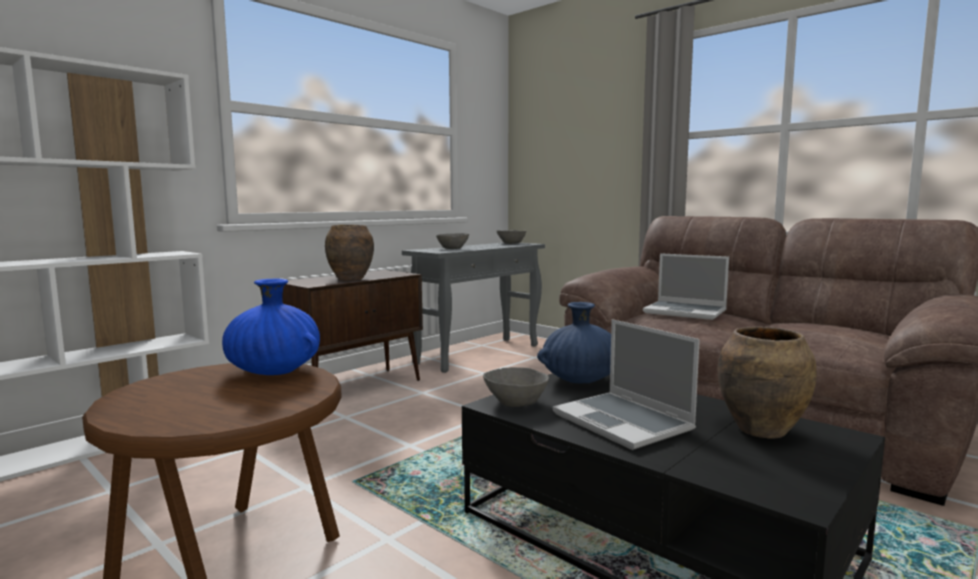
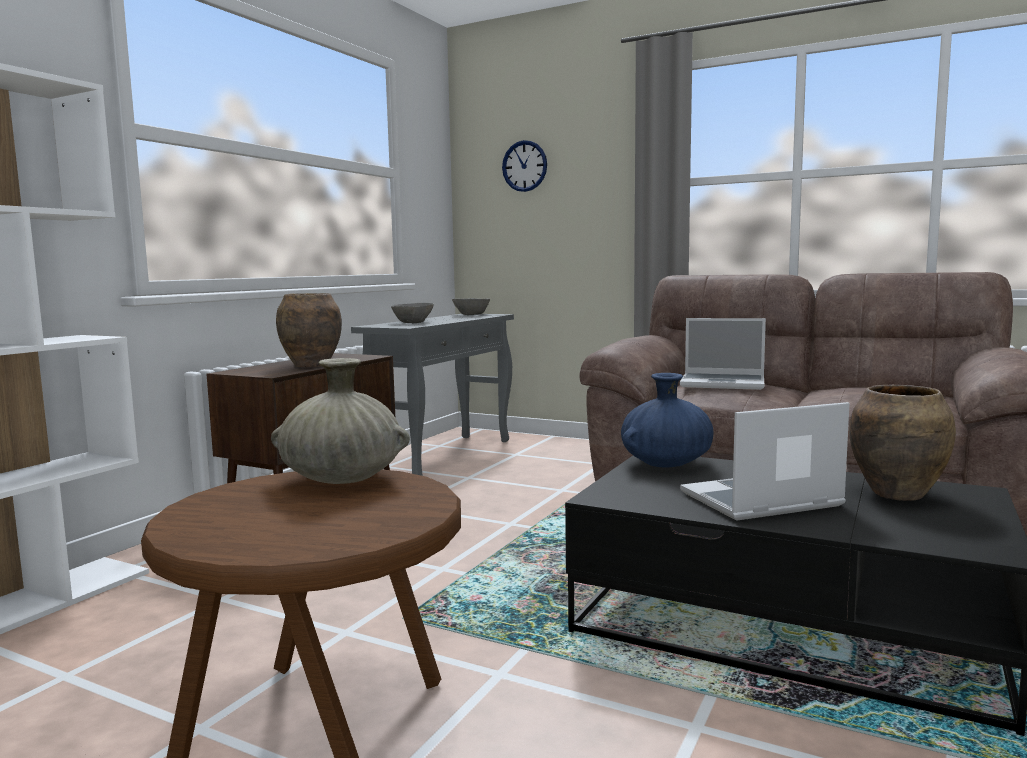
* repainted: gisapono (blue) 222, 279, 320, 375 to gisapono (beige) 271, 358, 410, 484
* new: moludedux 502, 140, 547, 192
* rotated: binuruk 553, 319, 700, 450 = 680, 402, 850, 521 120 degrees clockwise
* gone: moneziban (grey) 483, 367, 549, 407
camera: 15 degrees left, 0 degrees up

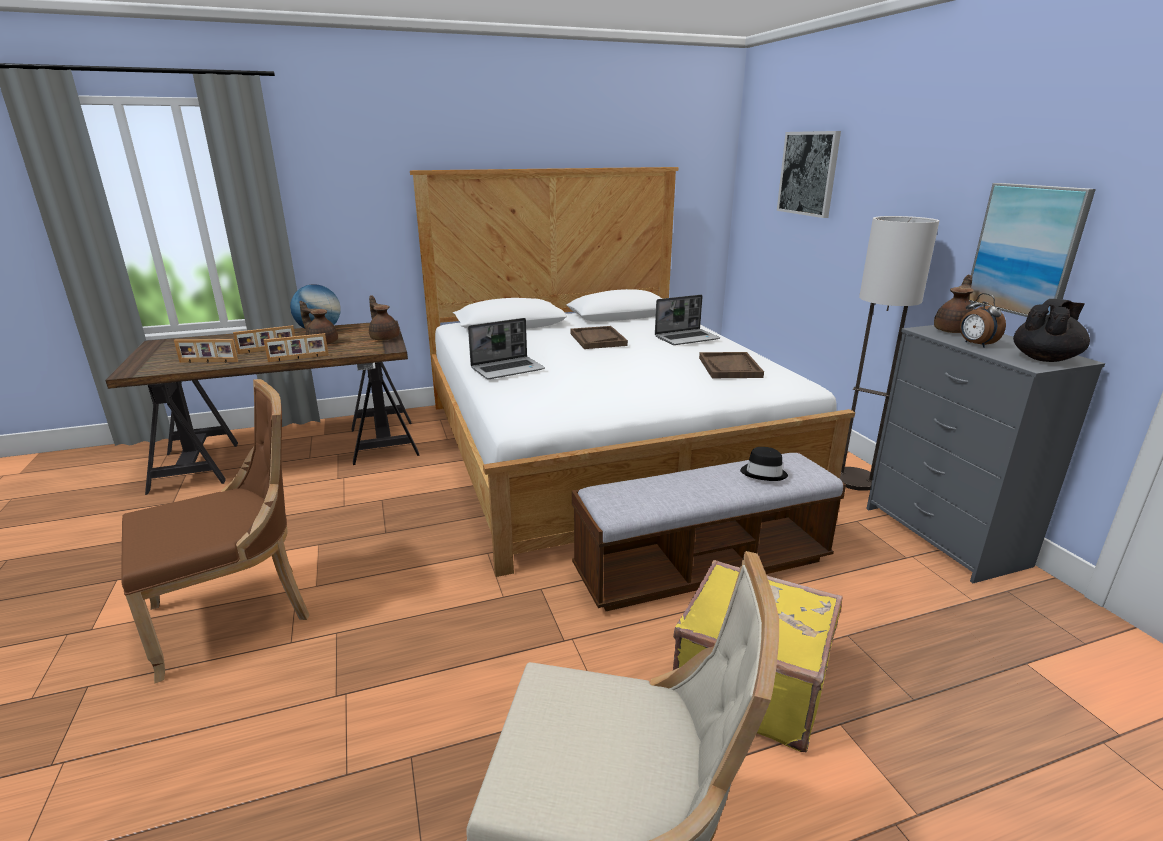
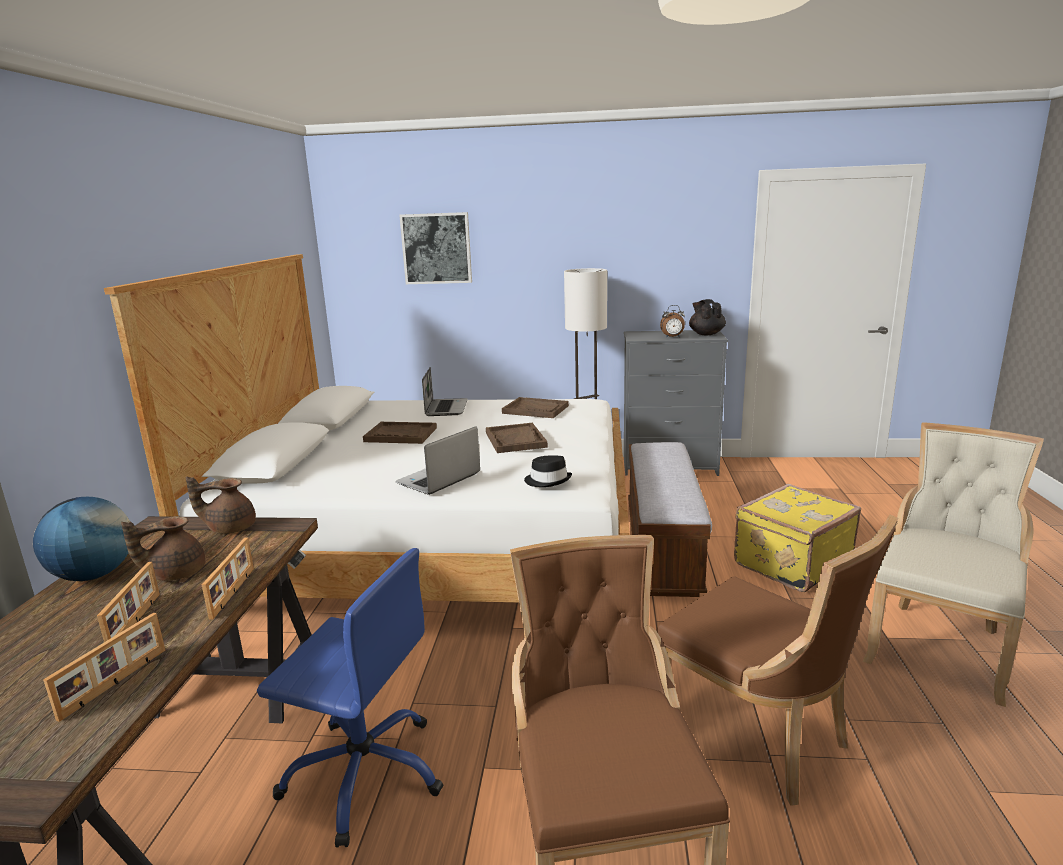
* new: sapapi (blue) 257, 548, 443, 847
* rotated: binuruk 468, 318, 545, 379 = 396, 426, 480, 495 135 degrees counterclockwise
* new: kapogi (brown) 486, 423, 548, 453
* shifted: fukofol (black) 740, 447, 788, 481 to 524, 456, 572, 487
* new: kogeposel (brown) 656, 514, 898, 806
* gone: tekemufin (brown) 934, 274, 974, 333
* gone: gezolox 969, 183, 1096, 317
camera: 65 degrees left, 5 degrees down

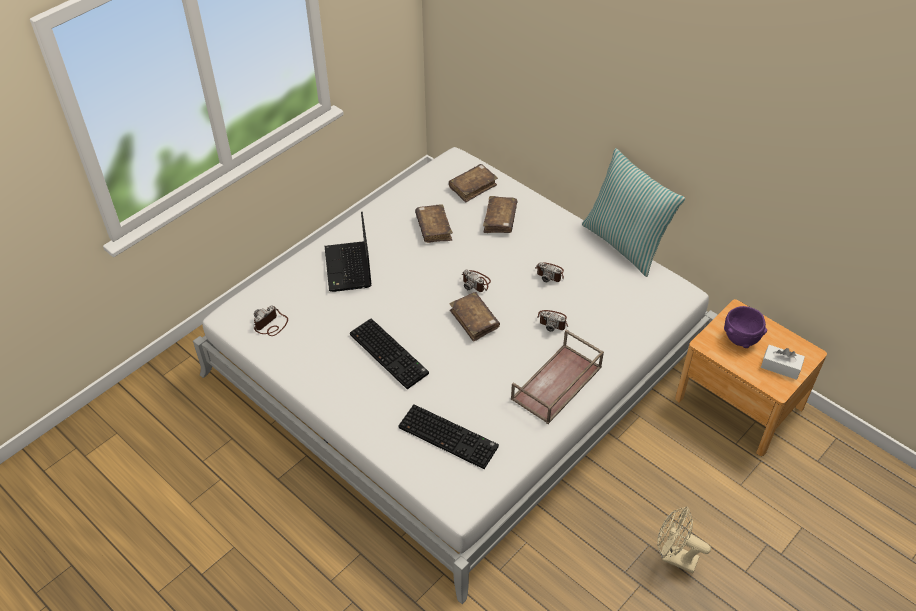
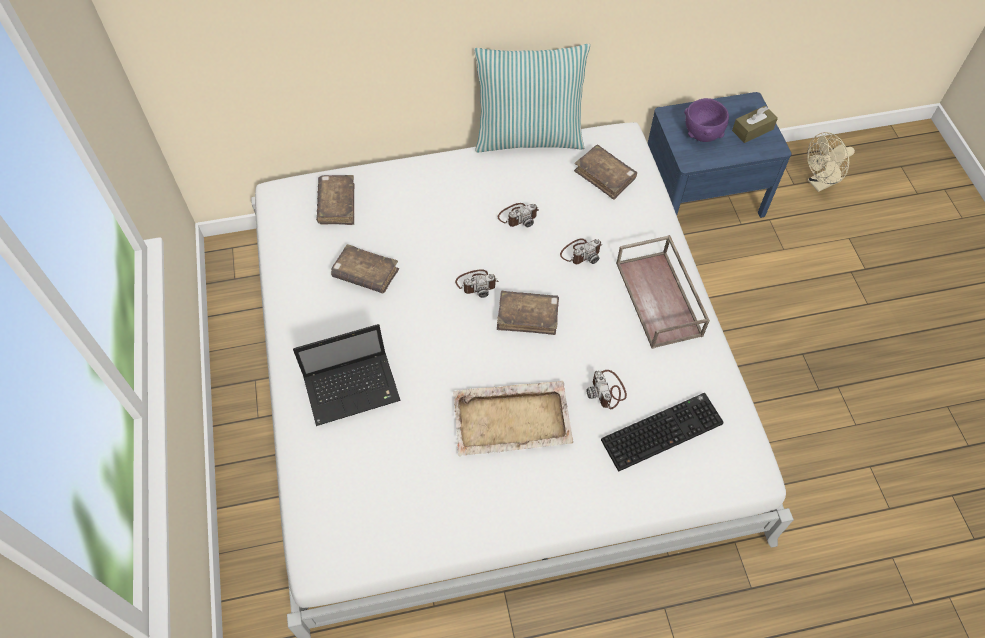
* rotated: binuruk 324, 212, 371, 292 = 293, 324, 401, 426 45 degrees counterclockwise
* swapped: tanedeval 350, 318, 429, 389 to kapogi (beige) 453, 381, 574, 457
* shifted: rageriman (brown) 483, 196, 518, 233 to 574, 145, 637, 200
* shifted: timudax 254, 305, 288, 336 to 586, 370, 627, 410
* repainted: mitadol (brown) 675, 299, 827, 456 to mitadol (blue) 648, 92, 791, 218
* repainted: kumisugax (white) 761, 345, 805, 380 to kumisugax (brown) 732, 106, 778, 143
* shifted: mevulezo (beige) 657, 506, 711, 573 to 807, 132, 855, 192
camera: 55 degrees left, 10 degrees up

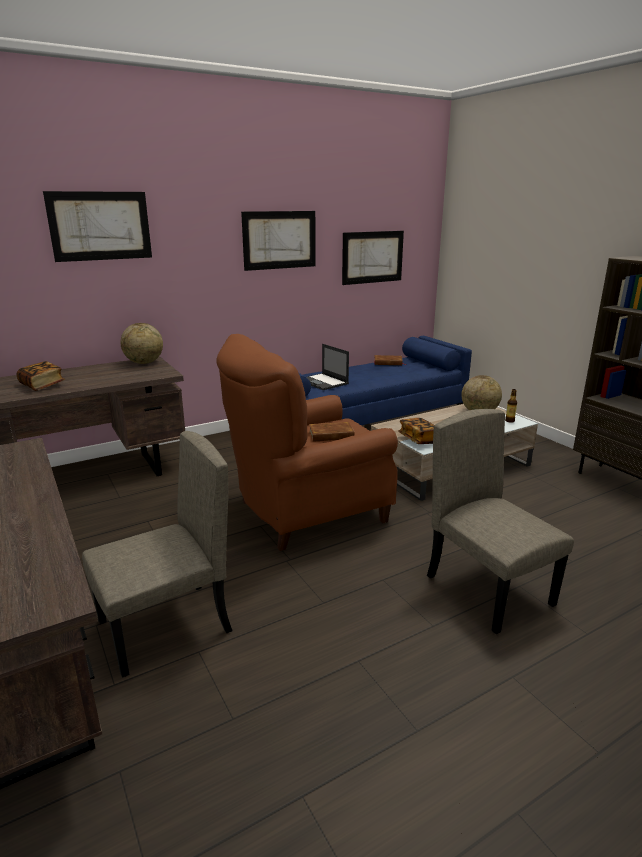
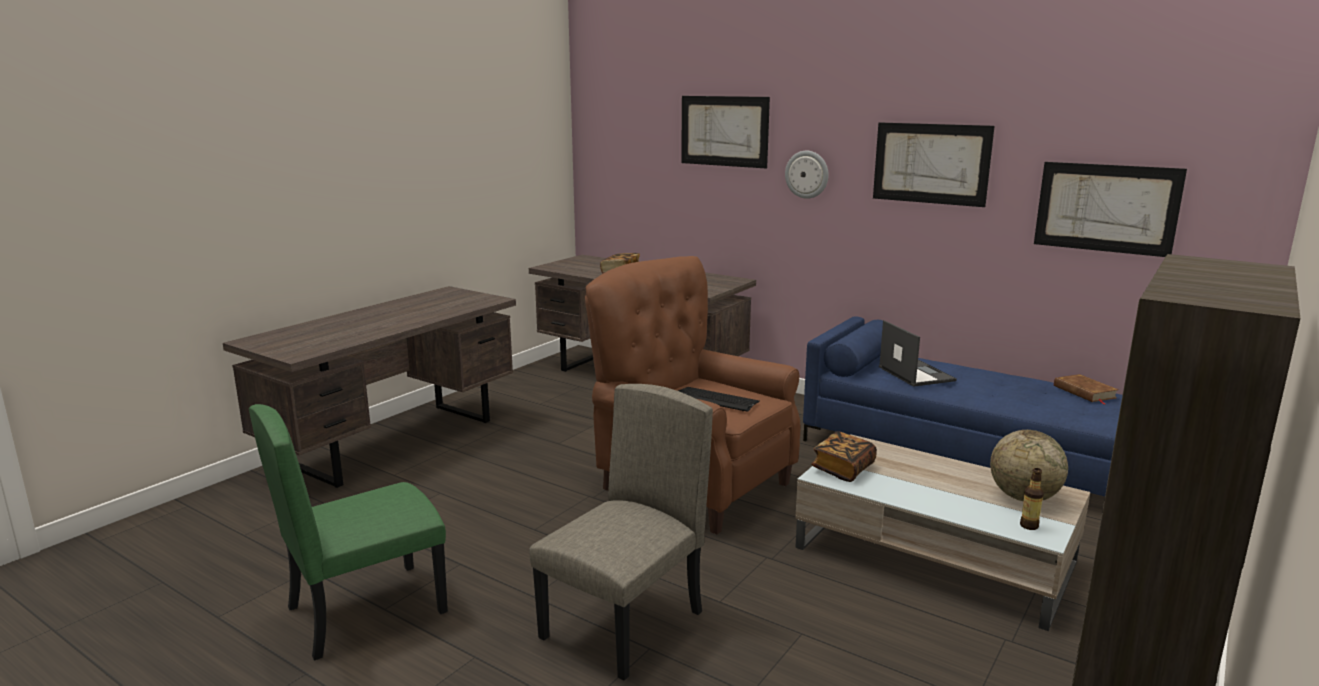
* new: kogeposel (green) 249, 404, 448, 660
* swapped: rageriman (brown) 309, 422, 355, 442 to tanedeval 678, 387, 760, 412
* new: moludedux 785, 151, 829, 199
* rotated: binuruk 306, 344, 349, 390 = 879, 320, 957, 387 135 degrees clockwise
* gone: kogeposel (beige) 82, 431, 233, 678
* gone: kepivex 120, 323, 163, 364
camera: 65 degrees right, 5 degrees down

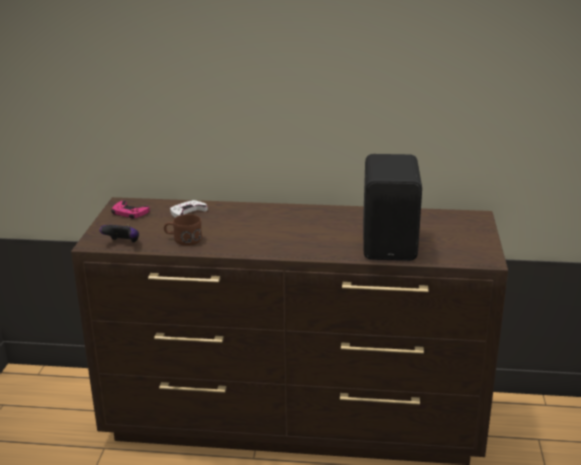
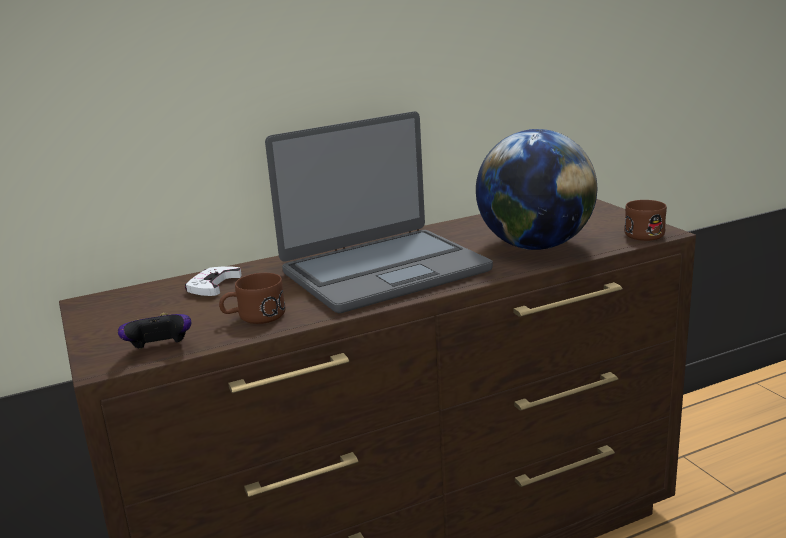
* new: binuruk 265, 111, 493, 313
* swapped: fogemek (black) 363, 154, 422, 261 to kepivex 476, 129, 597, 250
* new: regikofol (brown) 624, 200, 667, 241
* gone: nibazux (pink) 111, 200, 150, 219
camera: 30 degrees left, 5 degrees down

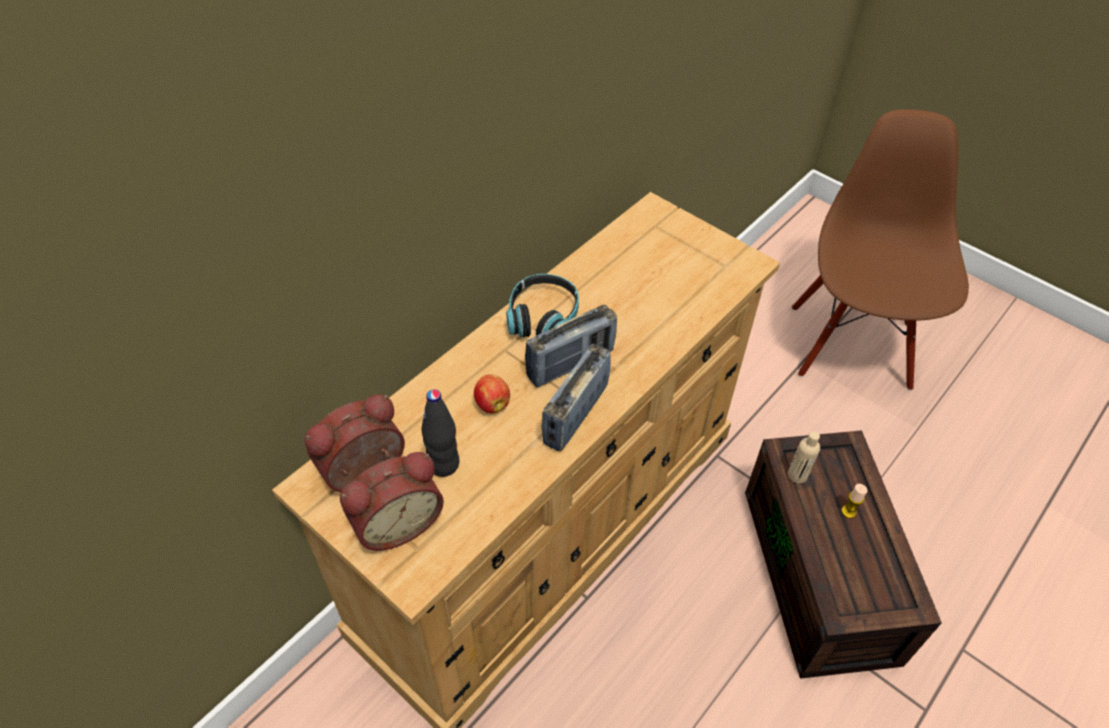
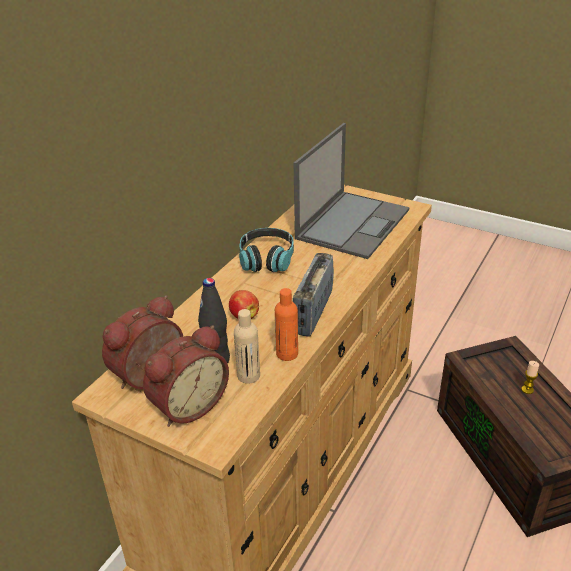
* shifted: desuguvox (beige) 788, 431, 820, 483 to 234, 309, 260, 384
* new: desuguvox (orange) 275, 288, 298, 361
* new: binuruk 294, 123, 409, 259
* gone: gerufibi 525, 305, 617, 388
* gone: kogeposel (brown) 792, 109, 969, 391
camera: 10 degrees left, 15 degrees down

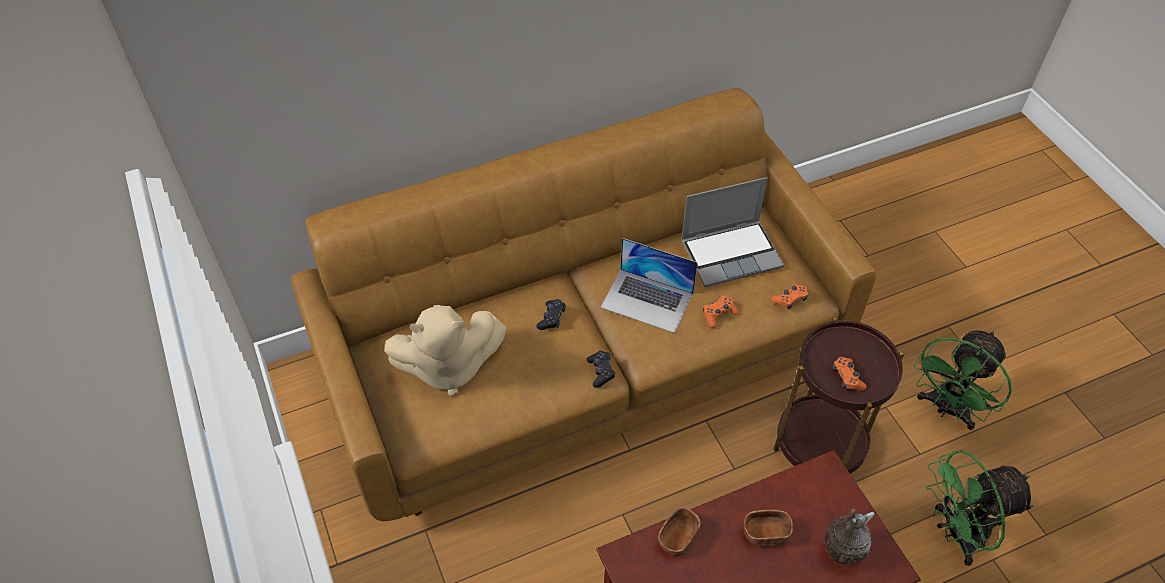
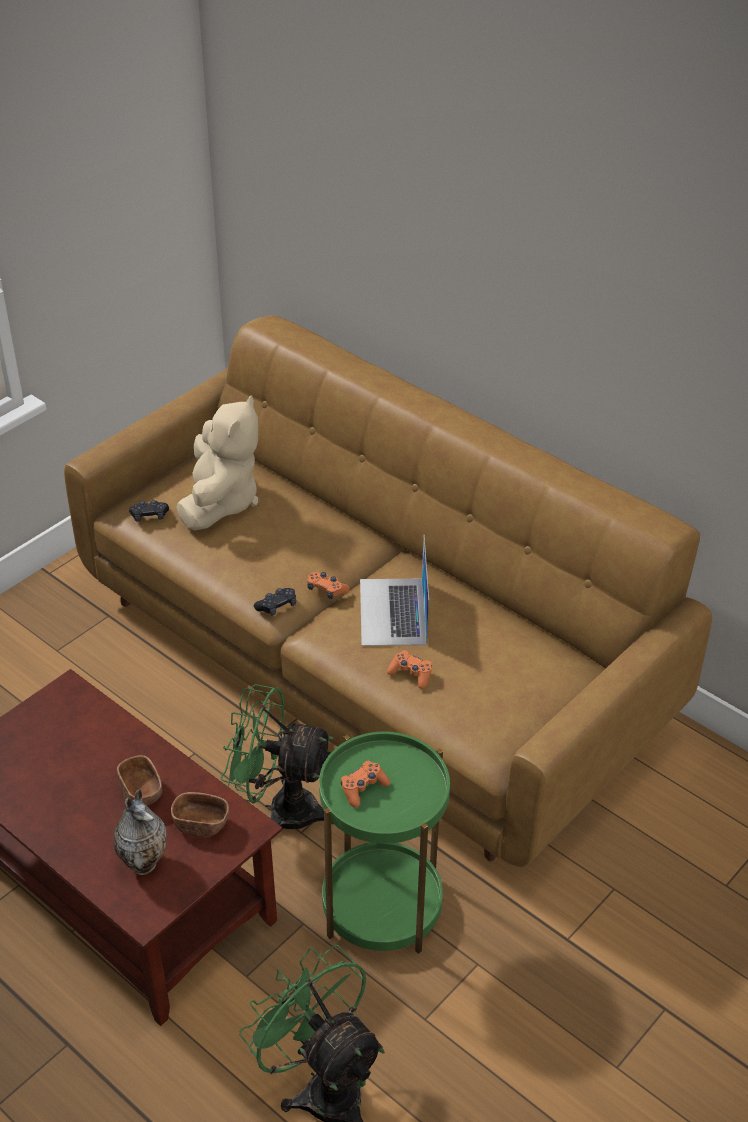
* shifted: nibazux (black) 536, 299, 566, 330 to 129, 500, 169, 521
* shifted: moneziban (brown) 658, 507, 701, 556 to 171, 792, 229, 837
* rotated: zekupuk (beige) 384, 305, 506, 396 = 176, 395, 258, 530 135 degrees counterclockwise
* shifted: mevulezo (green) 914, 330, 1012, 430 to 221, 684, 334, 829
* shifted: nibazux (orange) 771, 284, 808, 309 to 307, 572, 350, 599
* repainted: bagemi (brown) 774, 317, 904, 474 to bagemi (green) 319, 732, 450, 954
* gone: binuruk 681, 177, 784, 287
camera: 65 degrees right, 10 degrees down

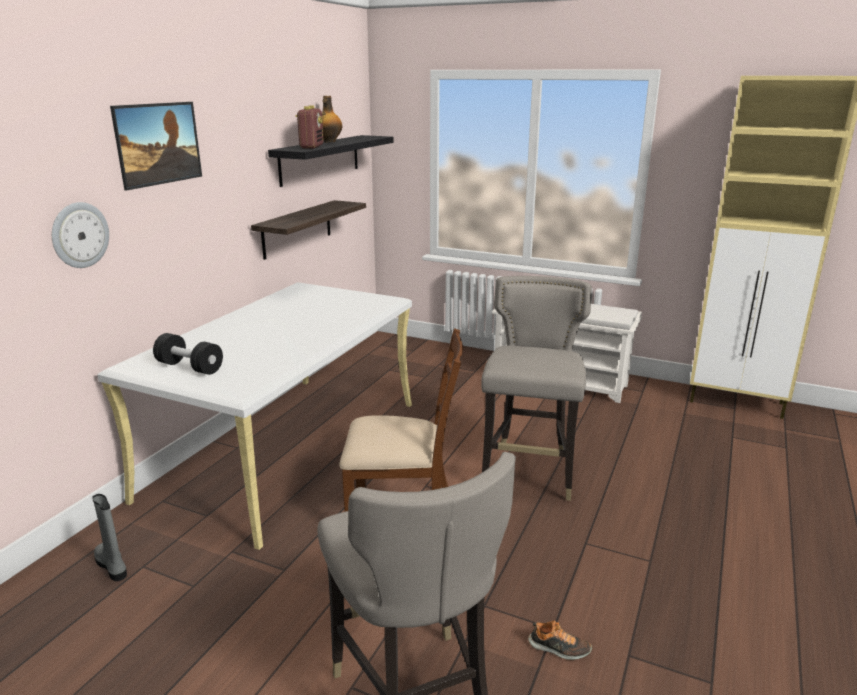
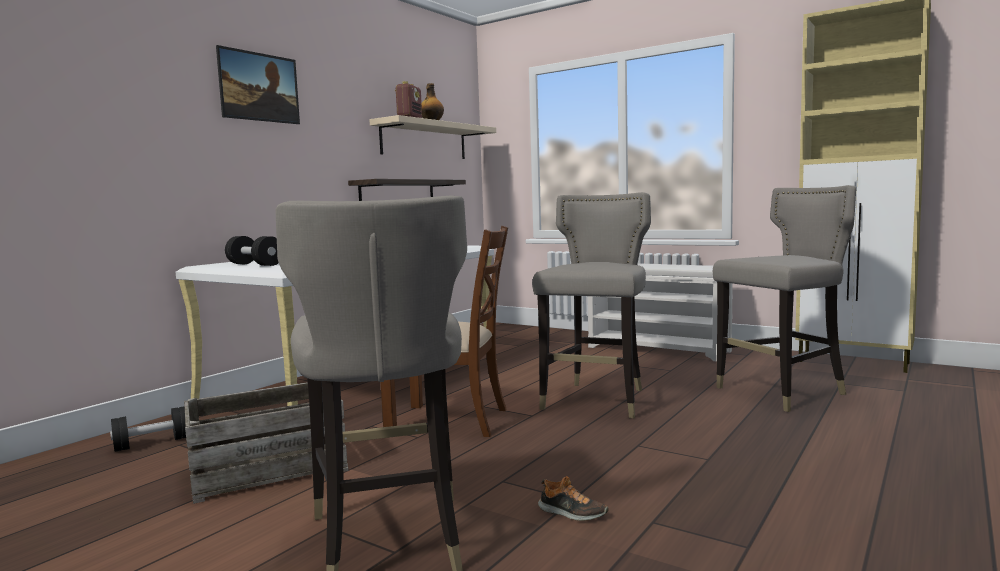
* swapped: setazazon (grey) 92, 494, 127, 581 to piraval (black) 110, 406, 186, 452
* new: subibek 184, 382, 349, 504
* repainted: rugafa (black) 268, 135, 394, 187 to rugafa (beige) 369, 115, 496, 159
* new: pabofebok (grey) 713, 185, 856, 412
* gone: moludedux 52, 202, 109, 268
camera: 10 degrees right, 15 degrees down

